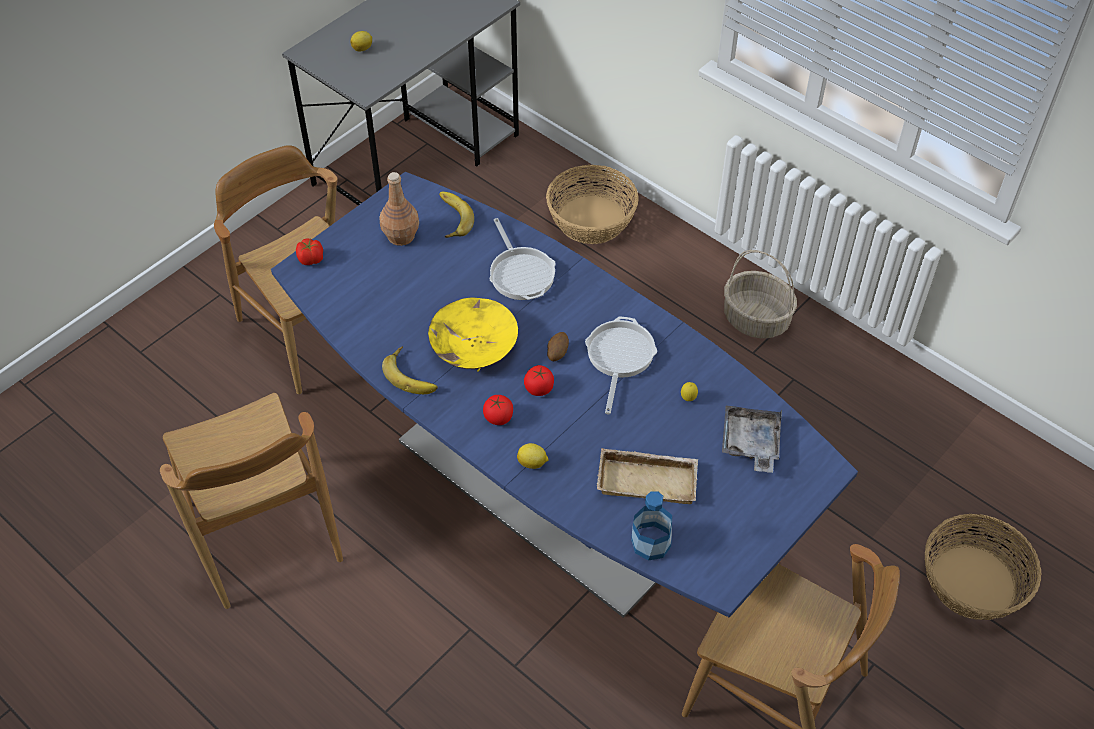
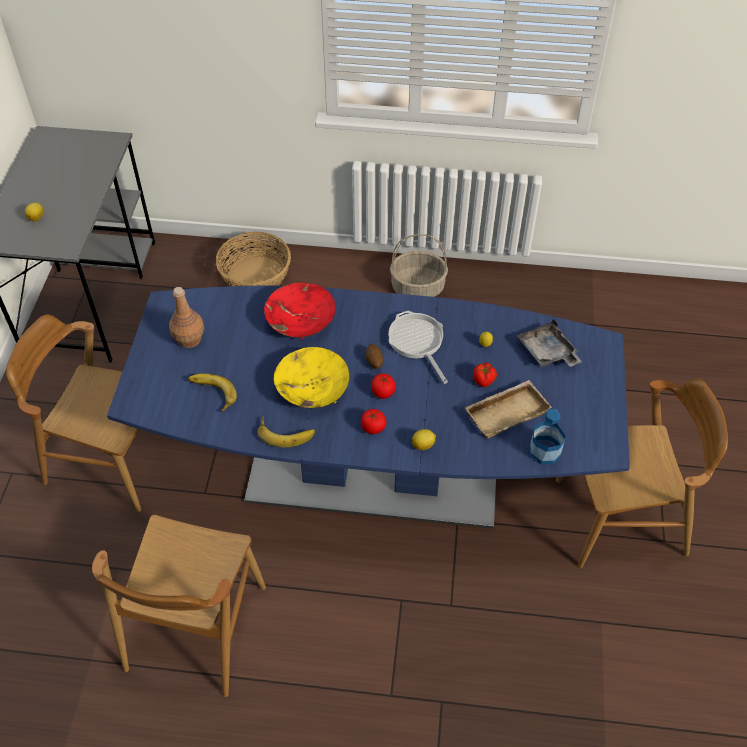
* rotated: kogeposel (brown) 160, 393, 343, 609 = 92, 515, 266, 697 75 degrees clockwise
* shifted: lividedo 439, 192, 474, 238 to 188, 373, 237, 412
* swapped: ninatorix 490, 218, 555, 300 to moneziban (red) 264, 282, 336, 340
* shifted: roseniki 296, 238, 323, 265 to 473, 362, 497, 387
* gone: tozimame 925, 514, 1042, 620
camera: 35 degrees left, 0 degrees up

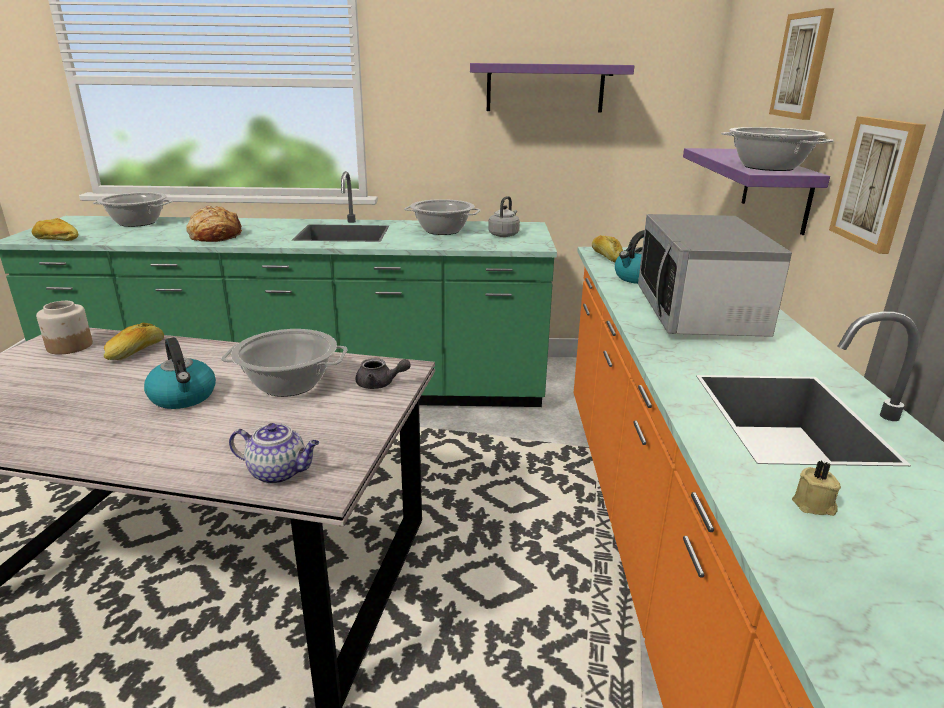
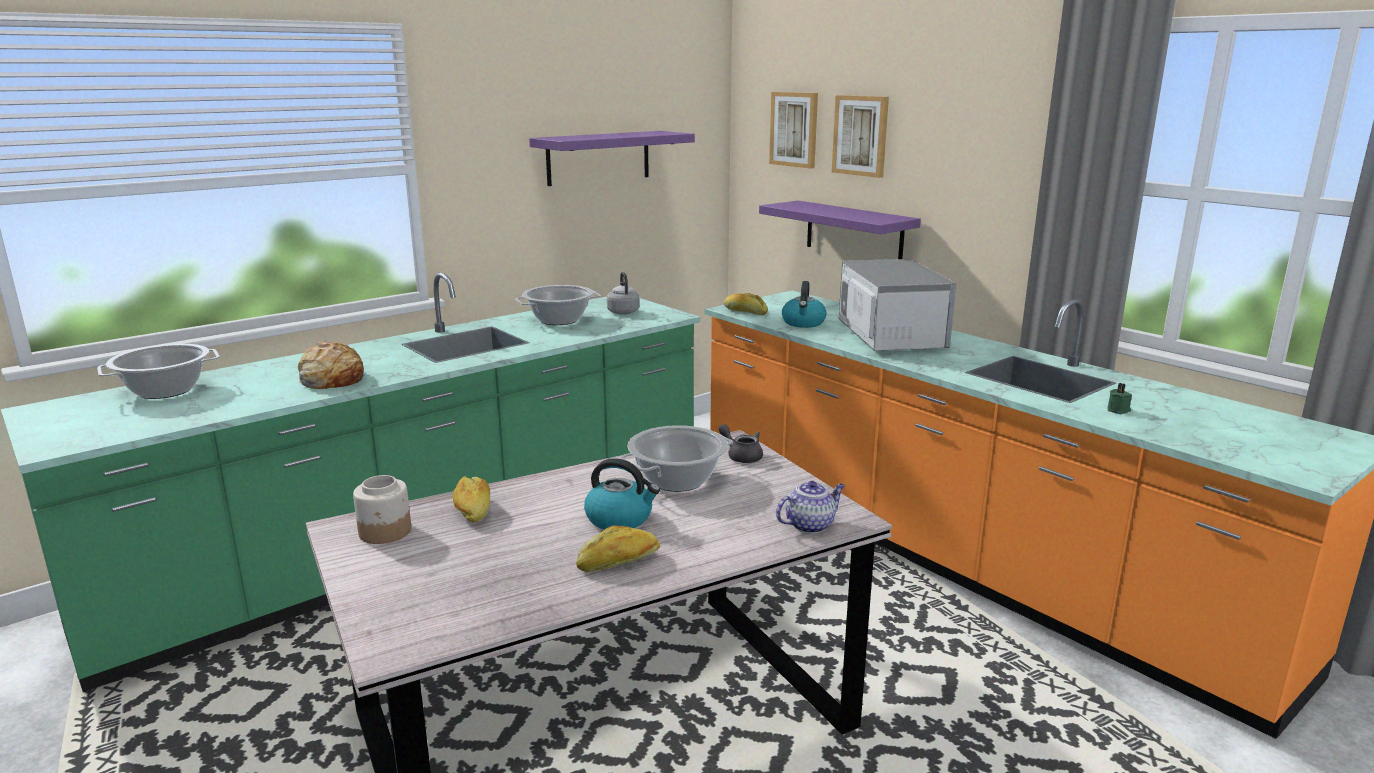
* shifted: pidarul 32, 218, 78, 241 to 576, 525, 660, 572
* rotated: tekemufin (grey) 356, 358, 411, 389 = 718, 424, 763, 463 105 degrees counterclockwise
* shifted: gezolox 829, 116, 926, 254 to 769, 92, 818, 169
* rotated: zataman 638, 214, 792, 337 = 839, 259, 956, 351 150 degrees counterclockwise
* repainted: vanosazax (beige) 792, 460, 841, 516 to vanosazax (green) 1107, 383, 1132, 414
* gone: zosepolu 721, 127, 834, 171
camera: 40 degrees left, 5 degrees down

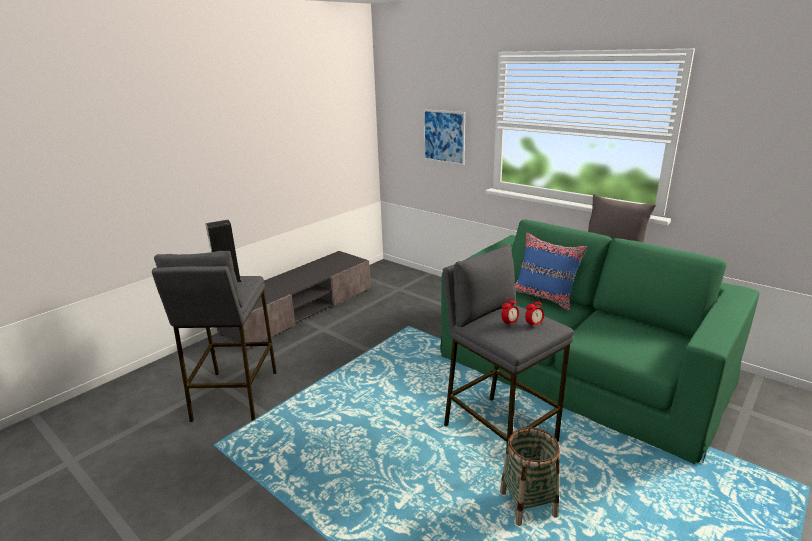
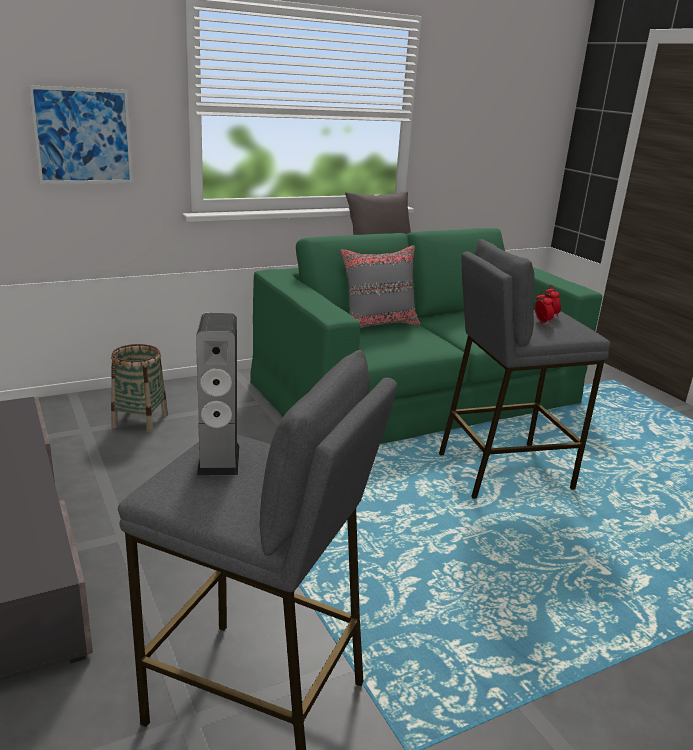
* shifted: tozimame 500, 427, 560, 526 to 111, 344, 168, 433
* repainted: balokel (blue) 515, 233, 587, 311 to balokel (grey) 340, 245, 420, 328
camera: 70 degrees left, 0 degrees up

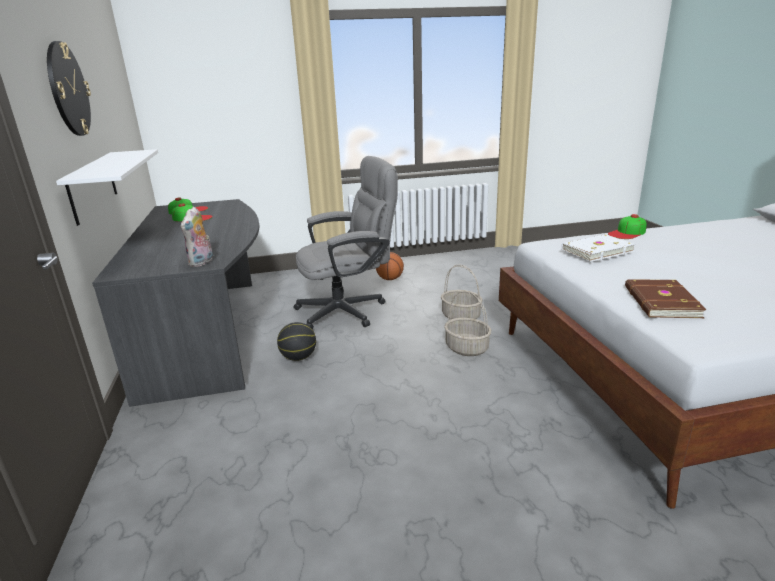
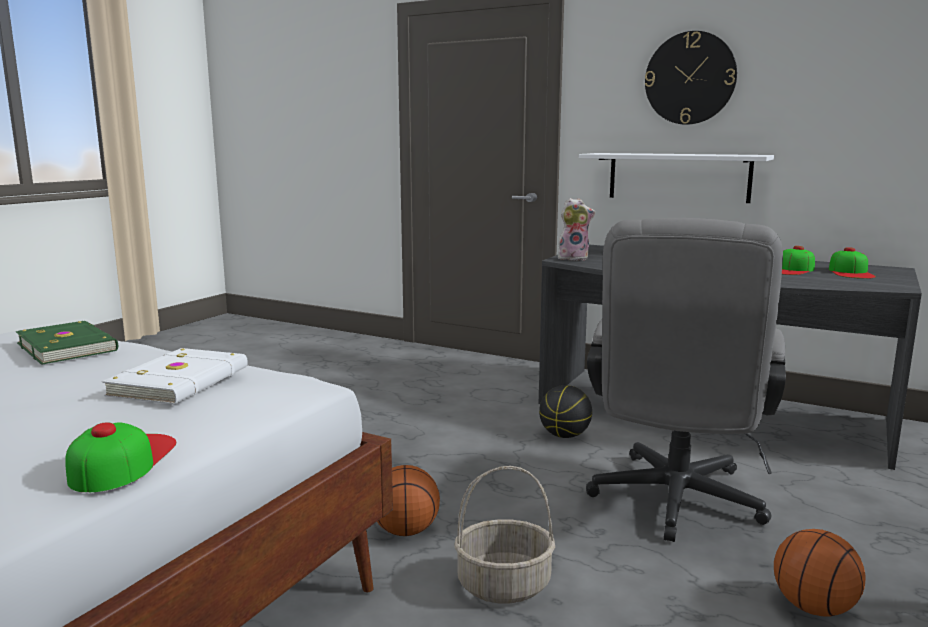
* repainted: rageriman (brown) 625, 279, 707, 318 to rageriman (green) 15, 321, 118, 365
* swapped: tozimame 444, 291, 491, 356 to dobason 377, 465, 440, 536
* rotated: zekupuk 180, 207, 213, 267 = 558, 198, 595, 261 120 degrees clockwise
camera: 130 degrees right, 10 degrees down

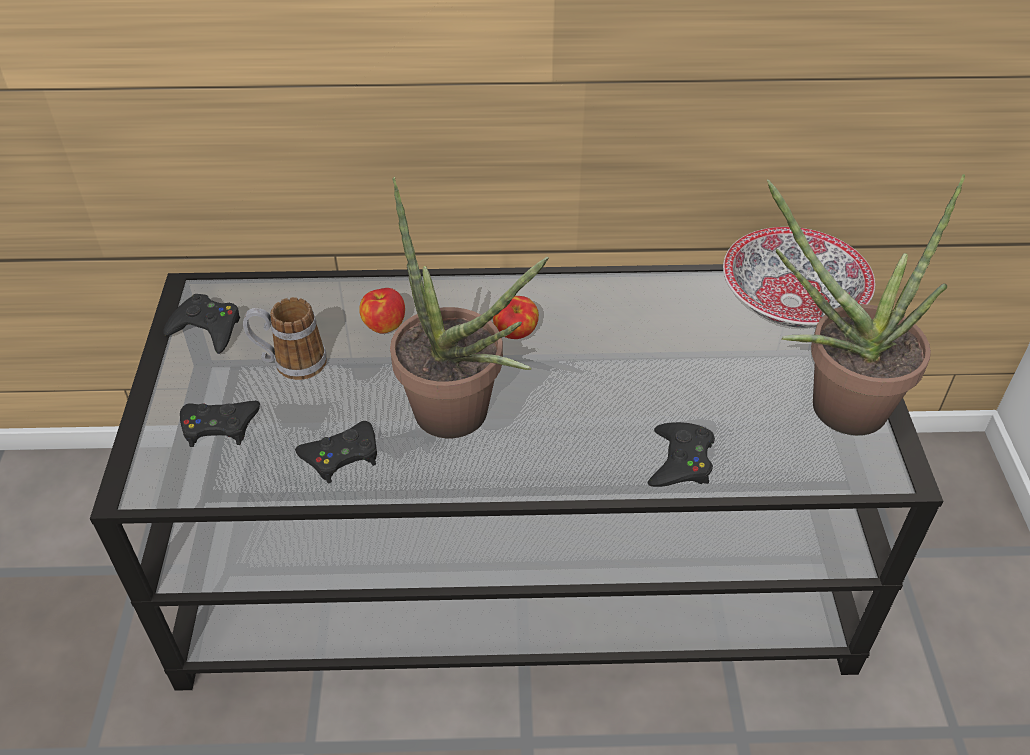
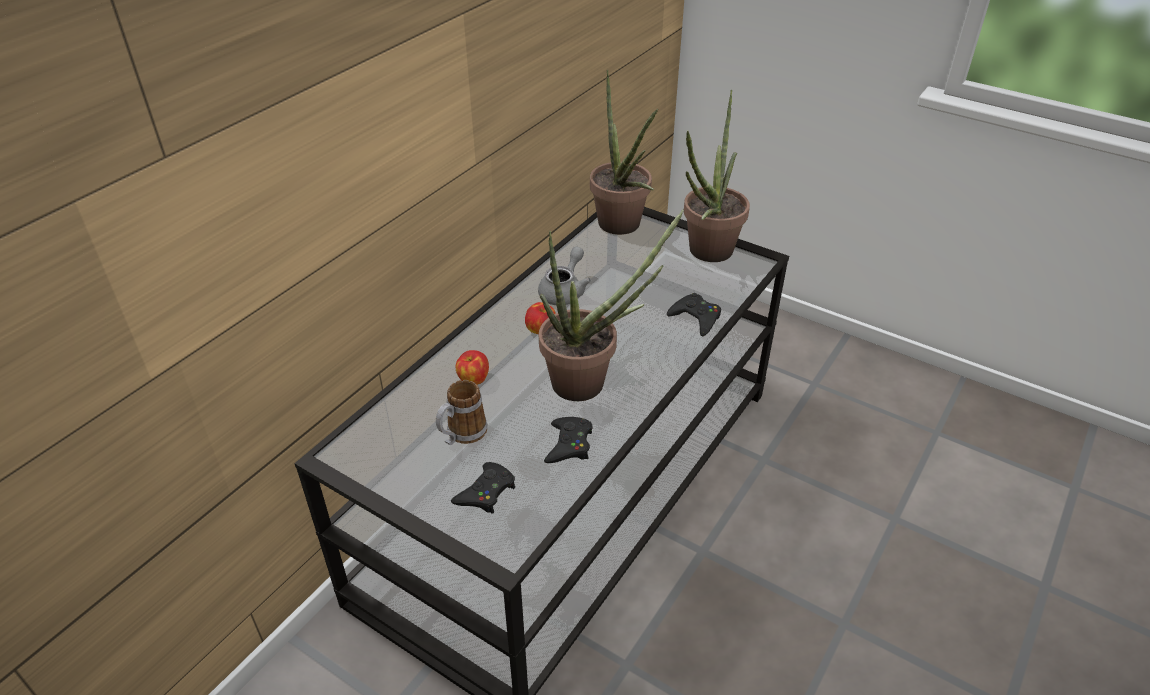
* new: tekemufin (grey) 538, 247, 591, 305
* swapped: moneziban 723, 227, 875, 328 to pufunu 590, 70, 658, 235
* gone: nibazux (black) 164, 294, 240, 354
camera: 55 degrees left, 5 degrees down

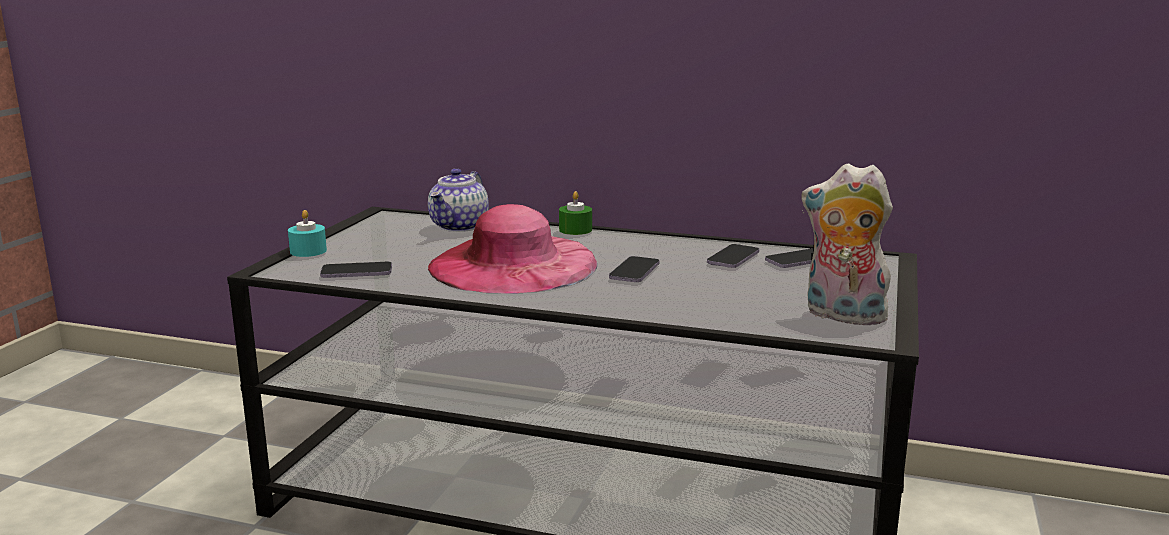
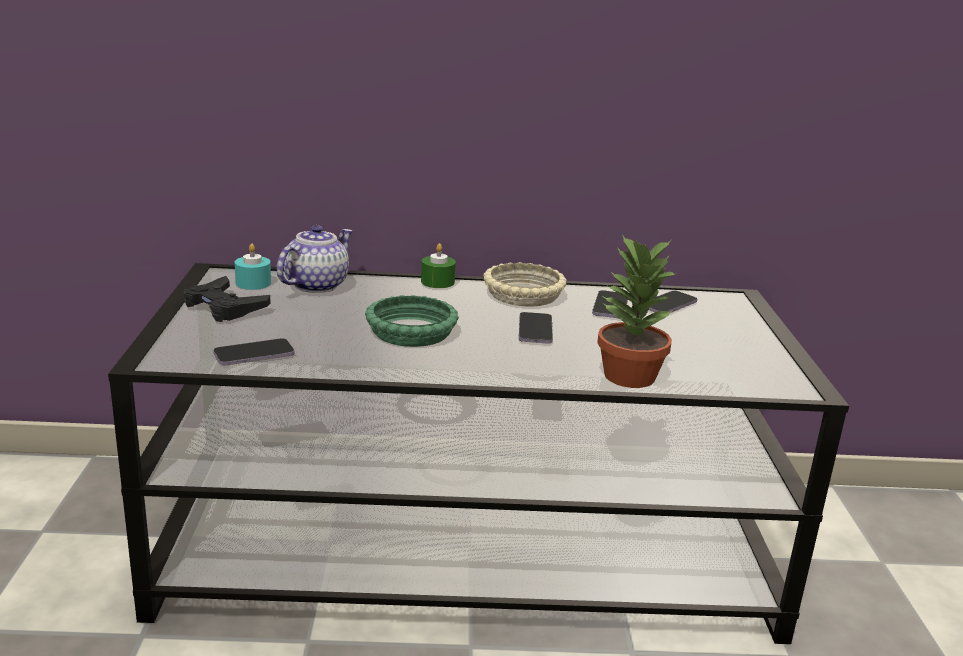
* new: nibazux (black) 183, 276, 270, 322
* shifted: vanosazax (turquoise) 288, 210, 327, 257 to 235, 244, 271, 290
* rotated: tekemufin 428, 168, 489, 232 = 277, 225, 353, 293 150 degrees counterclockwise
* swapped: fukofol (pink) 428, 204, 597, 294 to moneziban (green) 365, 295, 459, 347
* new: moneziban (beige) 483, 262, 567, 307
* new: pufunu 597, 235, 677, 388
* gone: zekupuk 801, 164, 893, 327
camera: 20 degrees left, 5 degrees up

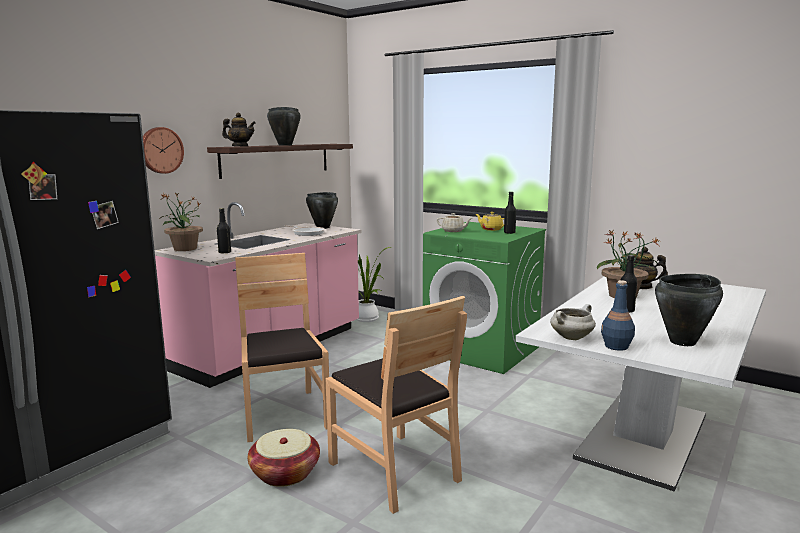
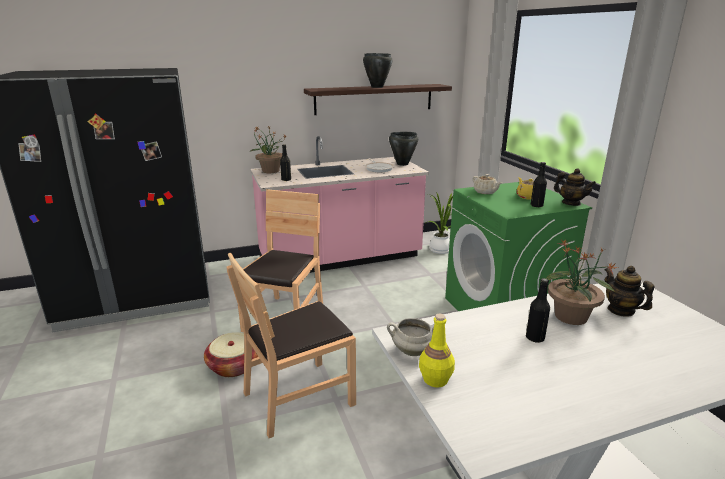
* rotated: kogeposel (brown) 325, 296, 467, 514 = 227, 253, 356, 438 60 degrees clockwise
* repainted: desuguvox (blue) 601, 280, 635, 351 to desuguvox (yellow) 419, 314, 455, 387
* shifted: tekemufin 222, 113, 256, 146 to 554, 168, 596, 206
* gone: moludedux 143, 127, 184, 174
* gone: zosepolu (black) 655, 274, 723, 346
camera: 35 degrees right, 10 degrees up

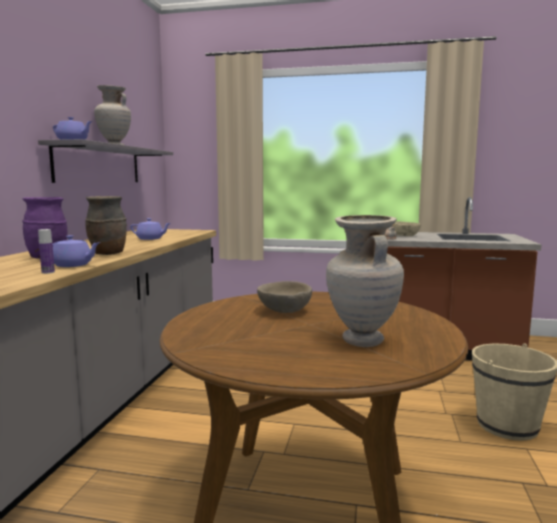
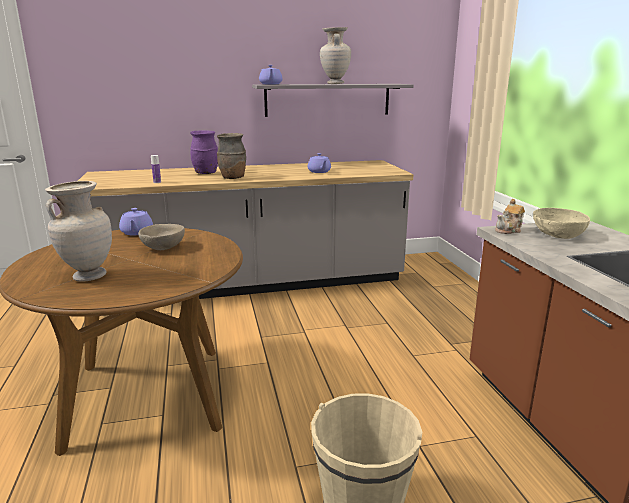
* shifted: tekemufin (purple) 53, 235, 99, 267 to 119, 208, 153, 235
camera: 65 degrees right, 10 degrees up

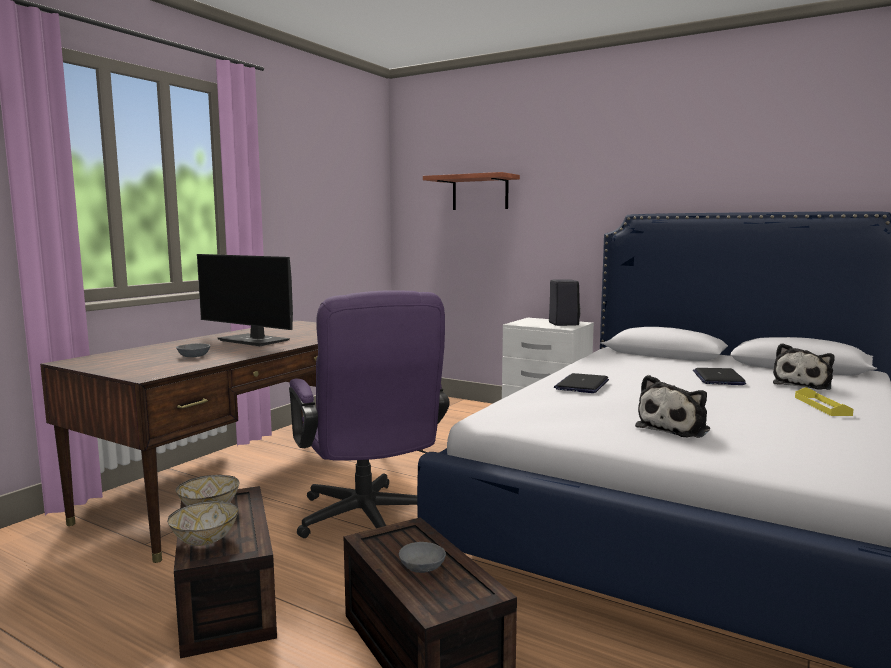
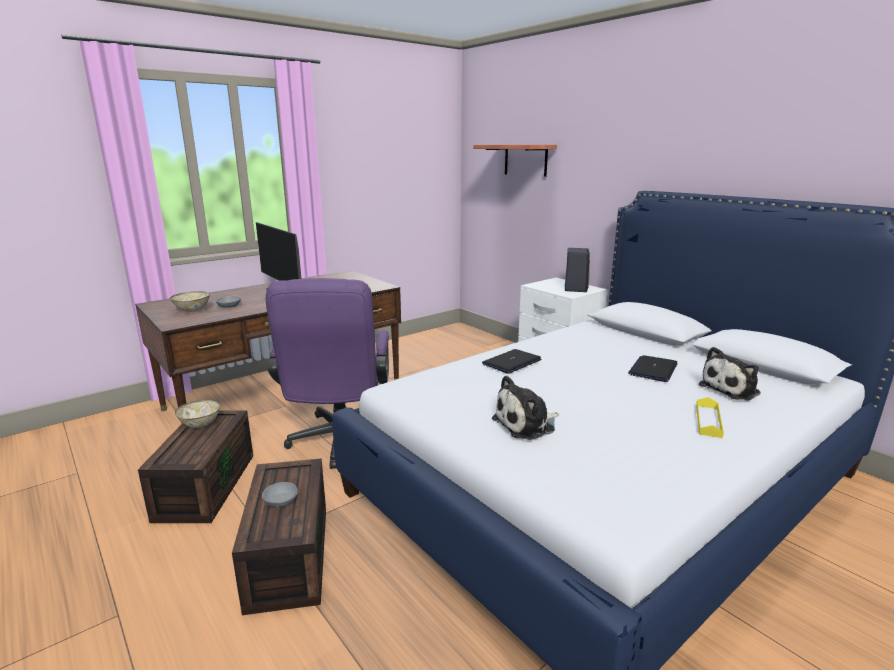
* shifted: moneziban 167, 501, 238, 546 to 170, 291, 210, 312
camera: 20 degrees right, 10 degrees up

